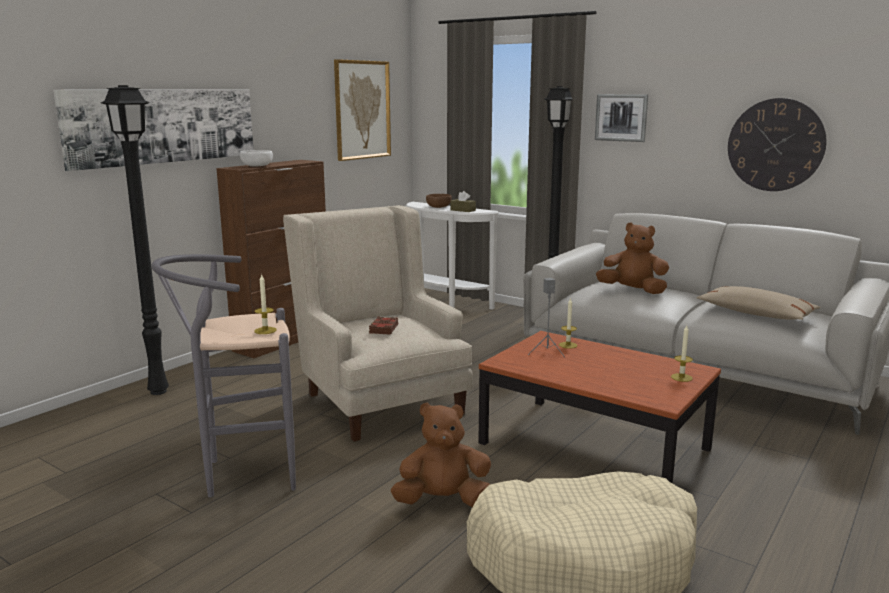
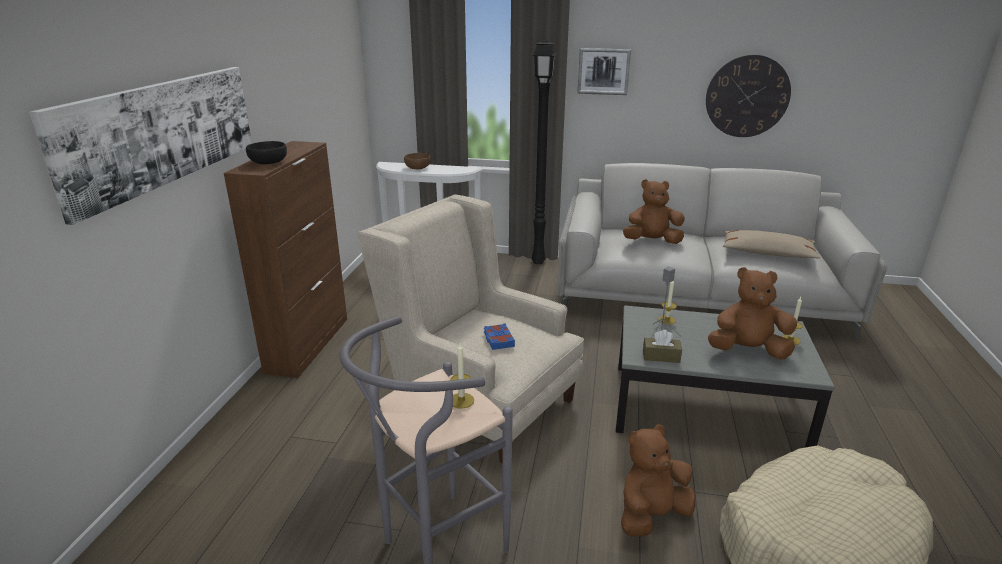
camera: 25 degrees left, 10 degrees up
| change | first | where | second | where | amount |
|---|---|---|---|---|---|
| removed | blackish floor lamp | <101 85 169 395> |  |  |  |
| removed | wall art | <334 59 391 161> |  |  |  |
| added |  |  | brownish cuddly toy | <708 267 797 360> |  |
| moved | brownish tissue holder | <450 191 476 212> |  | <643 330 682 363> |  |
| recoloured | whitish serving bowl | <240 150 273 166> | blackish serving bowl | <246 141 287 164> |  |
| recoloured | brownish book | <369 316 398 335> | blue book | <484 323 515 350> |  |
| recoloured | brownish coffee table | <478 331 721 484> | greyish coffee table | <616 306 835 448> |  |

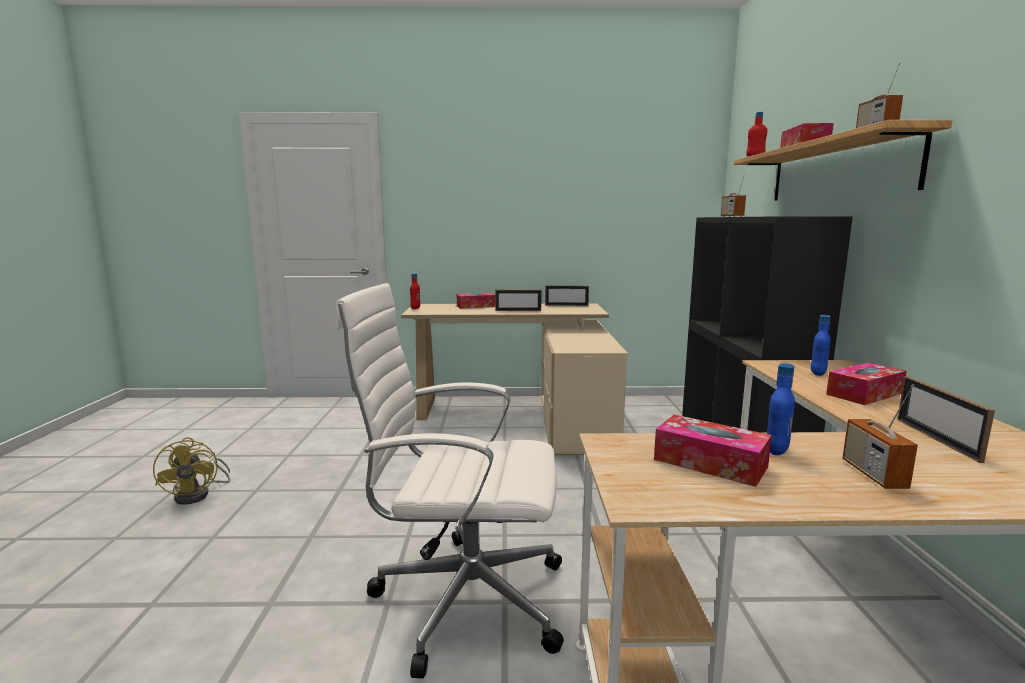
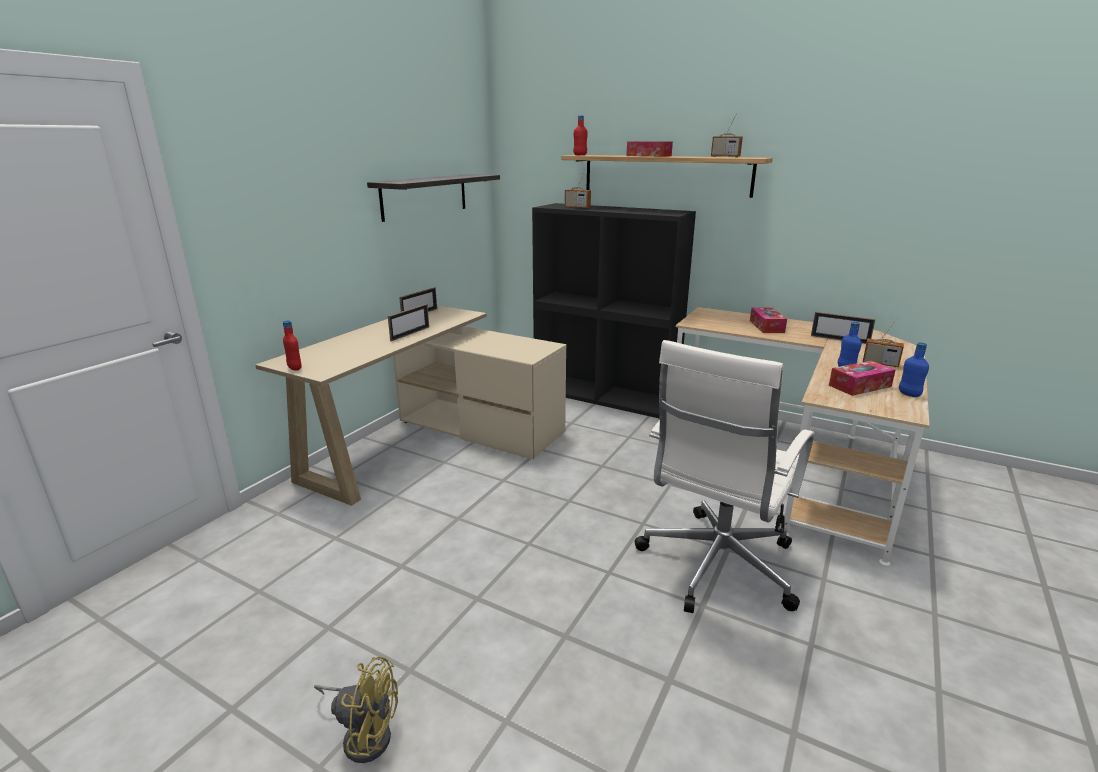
camera: 60 degrees left, 10 degrees up
| change | first | where | second | where | amount |
|---|---|---|---|---|---|
| removed | tissue holder | <457 293 495 309> |  |  |  |
| added |  |  | bracket shelf | <367 174 500 222> |  |
| moved | blue beverage bottle | <810 315 831 376> |  | <899 342 929 397> |  |

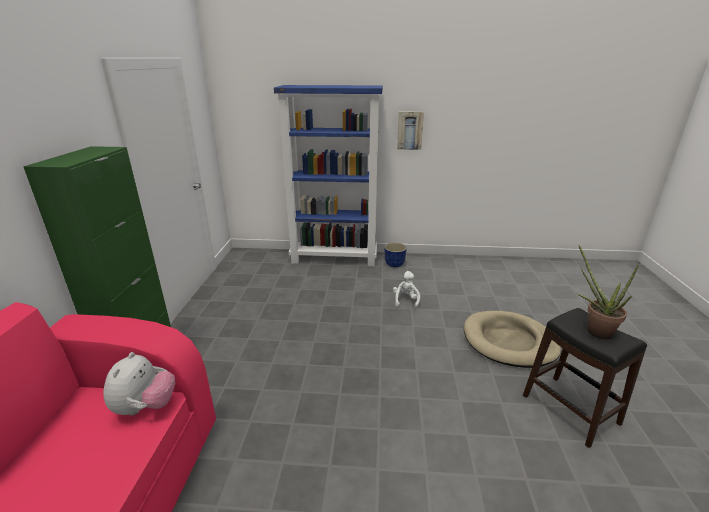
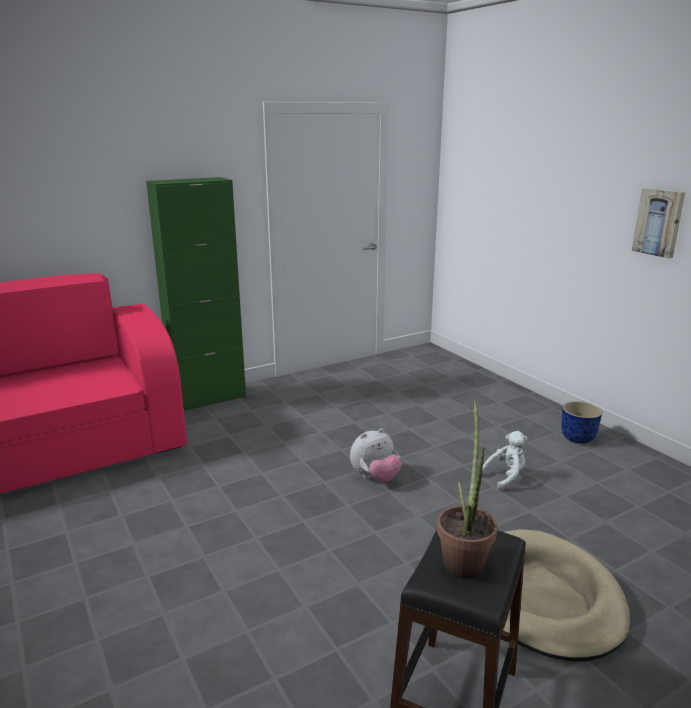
camera: 55 degrees right, 5 degrees down
| change | first | where | second | where | amount |
|---|---|---|---|---|---|
| removed | blue bookcase | <274 85 383 266> |  |  |  |
| moved | cuddly toy | <103 352 175 416> |  | <350 428 401 482> |  |

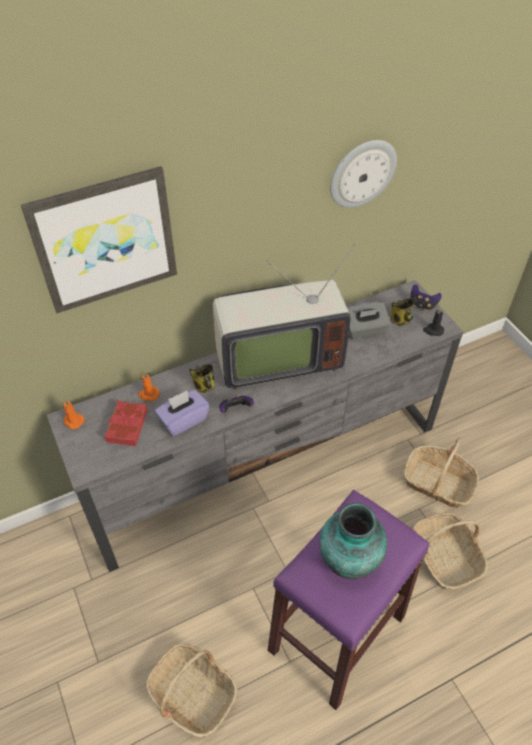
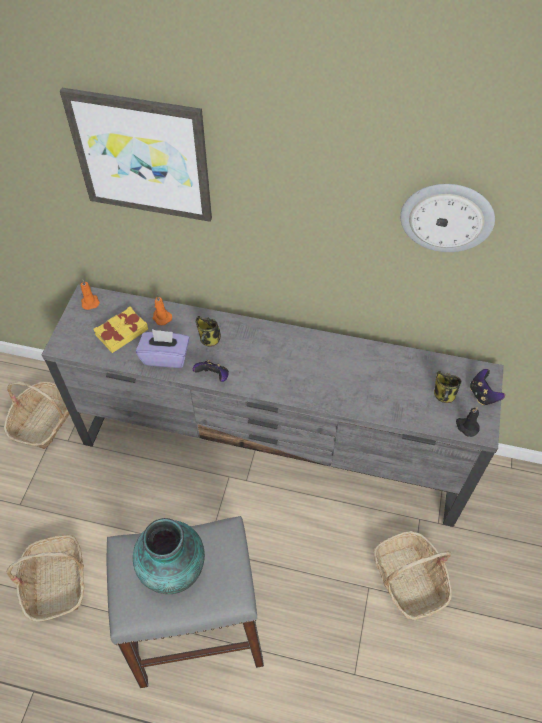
camera: 40 degrees right, 5 degrees up
| change | first | where | second | where | amount |
|---|---|---|---|---|---|
| removed | TV set | <213 244 355 390> |  |  |  |
| removed | greyish tissue holder | <348 302 391 340> |  |  |  |
| moved | basket | <413 512 488 589> |  | <4 381 69 449> |  |
| recoloured | red-coloured book | <104 401 148 446> | yellowish book | <94 307 148 353> |  |
| recoloured | purple-coloured stool seat | <268 490 429 710> | greyish stool seat | <107 516 264 688> |  |

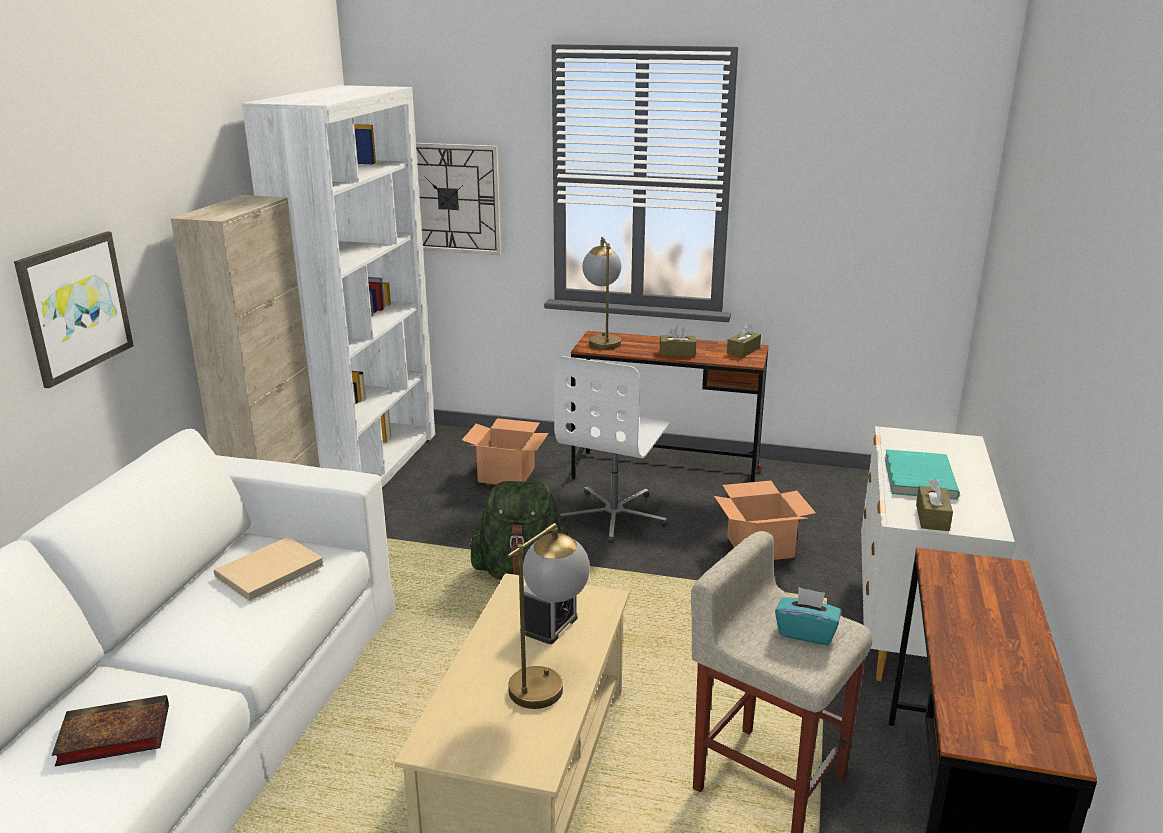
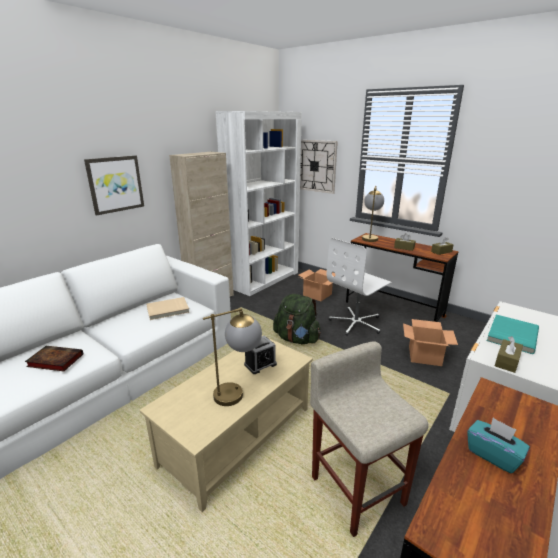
camera: 25 degrees right, 0 degrees up
| change | first | where | second | where | amount |
|---|---|---|---|---|---|
| moved | blue-green tissue holder | <775 587 841 645> |  | <467 418 530 473> |  |

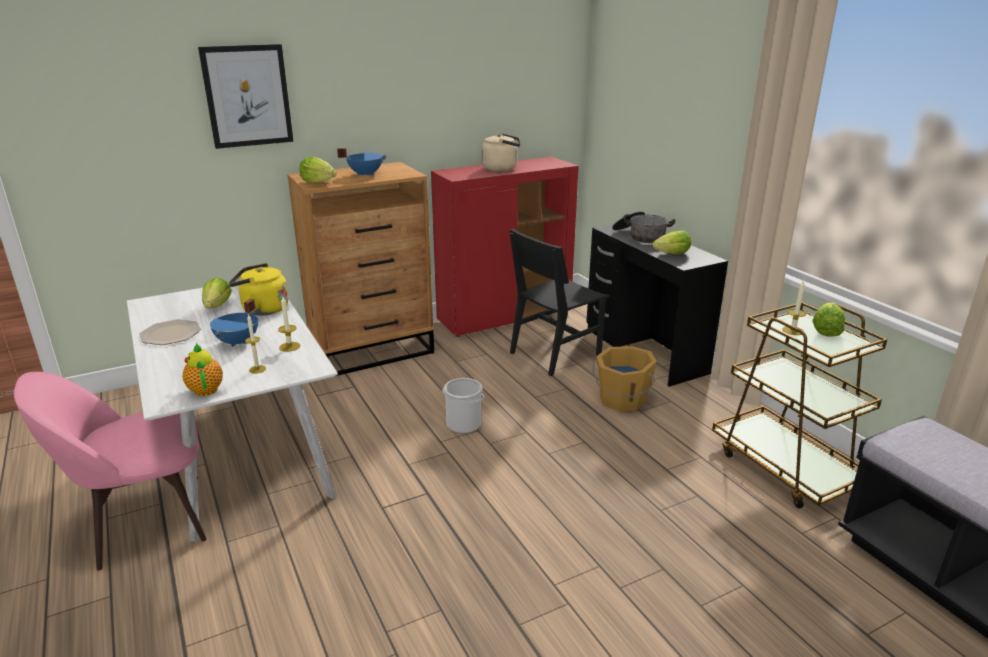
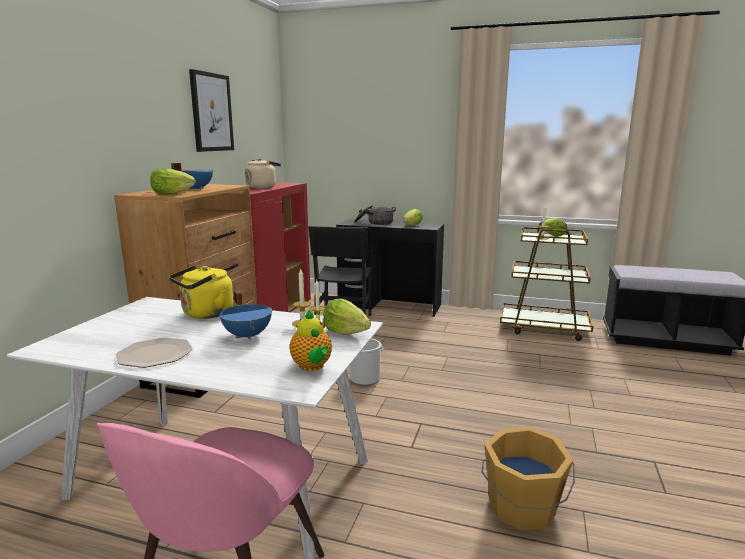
camera: 45 degrees left, 10 degrees down
| change | first | where | second | where | amount |
|---|---|---|---|---|---|
| moved | wall art | <198 44 294 149> |  | <189 69 234 152> |  |
| moved | lettuce head | <202 278 232 309> |  | <323 299 371 334> |  |
| moved | orangey pail | <593 346 657 411> |  | <481 427 575 530> |  |
| turned | pot for tea | <183 342 223 396> |  | <289 310 332 371> | 135 degrees counterclockwise |

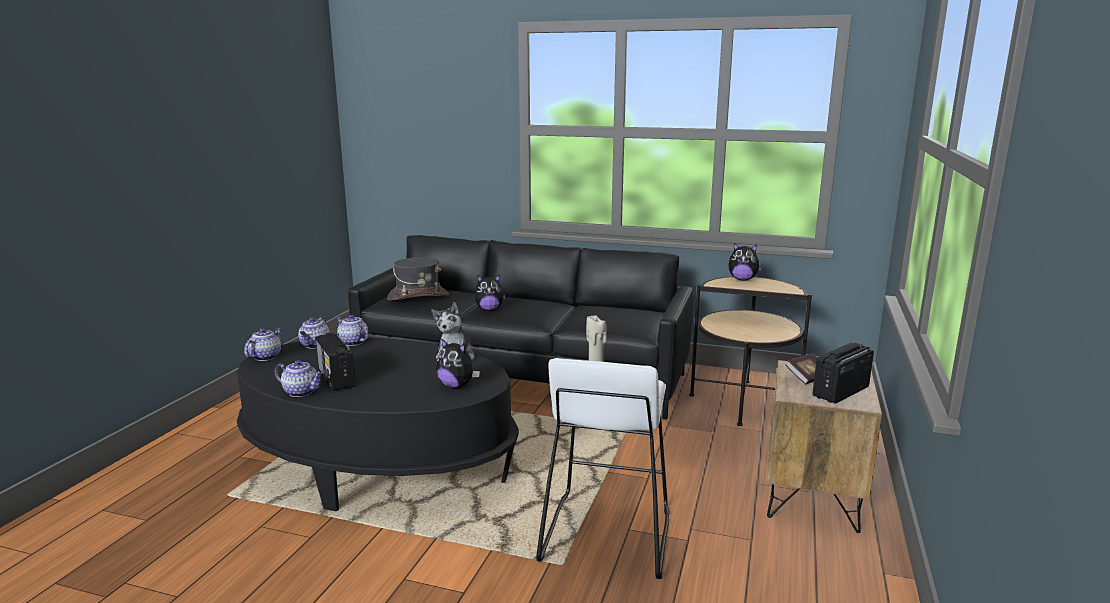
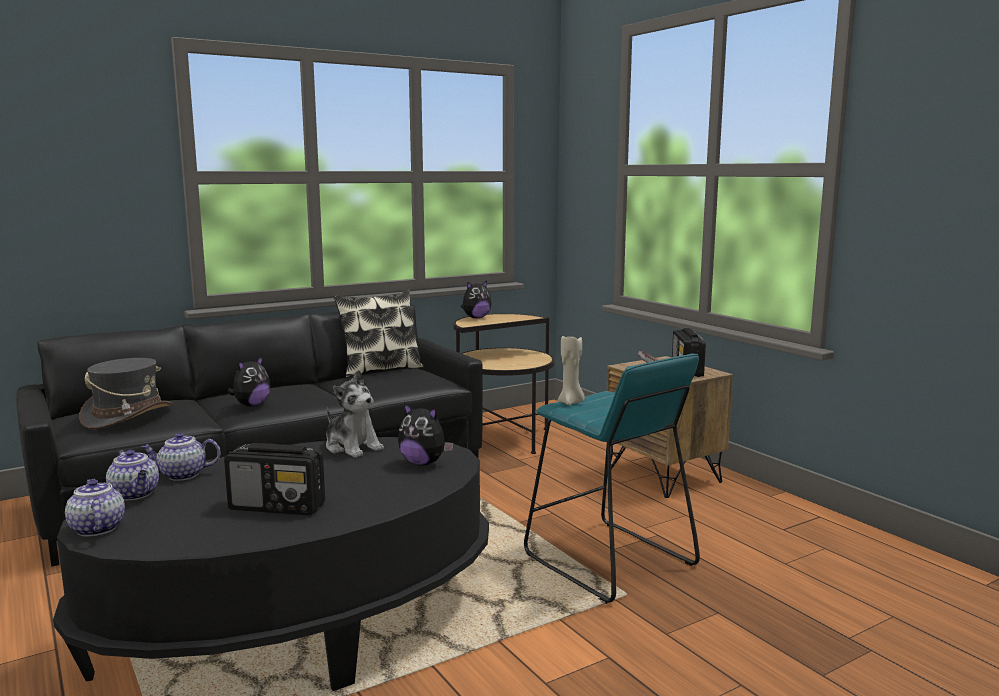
camera: 50 degrees left, 5 degrees down
| change | first | where | second | where | amount |
|---|---|---|---|---|---|
| removed | pot for tea | <274 360 324 397> |  |  |  |
| added |  |  | cushion | <333 289 423 378> |  |
| recoloured | whitish stool seat | <537 358 669 579> | blue-green stool seat | <524 353 700 604> |  |
| turned | cuddly toy | <436 338 480 388> |  | <398 403 453 466> | 45 degrees clockwise |

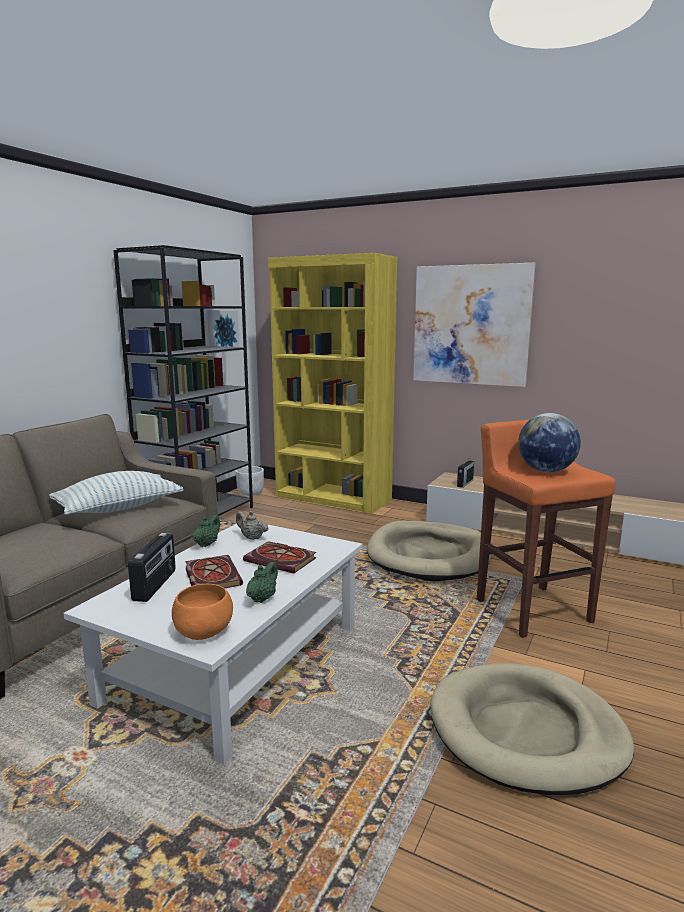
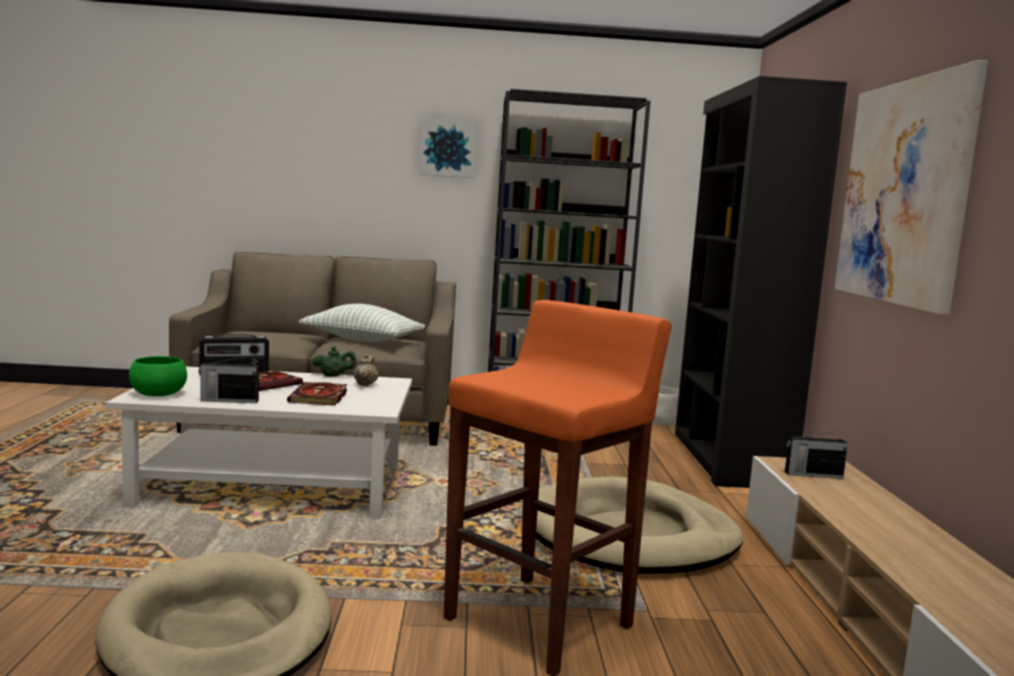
camera: 60 degrees right, 5 degrees down
| change | first | where | second | where | amount |
|---|---|---|---|---|---|
| removed | world globe | <518 413 581 472> |  |  |  |
| moved | wall art | <207 310 239 354> |  | <419 118 477 178> |  |
| replaced | green pot for tea | <246 562 278 603> | radio receiver | <199 356 259 403> |  |
| recoloured | orangey serving bowl | <172 584 233 640> | green serving bowl | <129 356 187 396> |  |
| recoloured | yellowish bookcase | <268 253 397 514> | blackish bookcase | <675 76 847 488> |  |

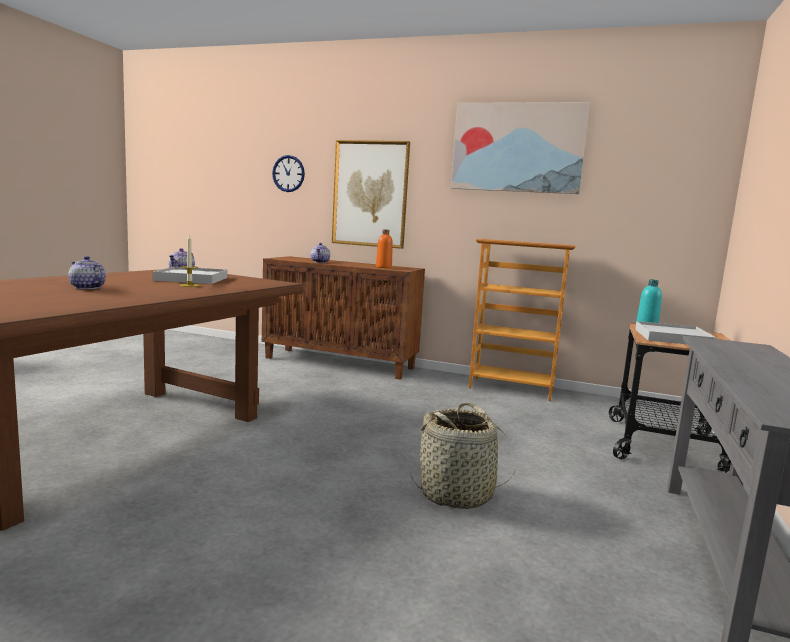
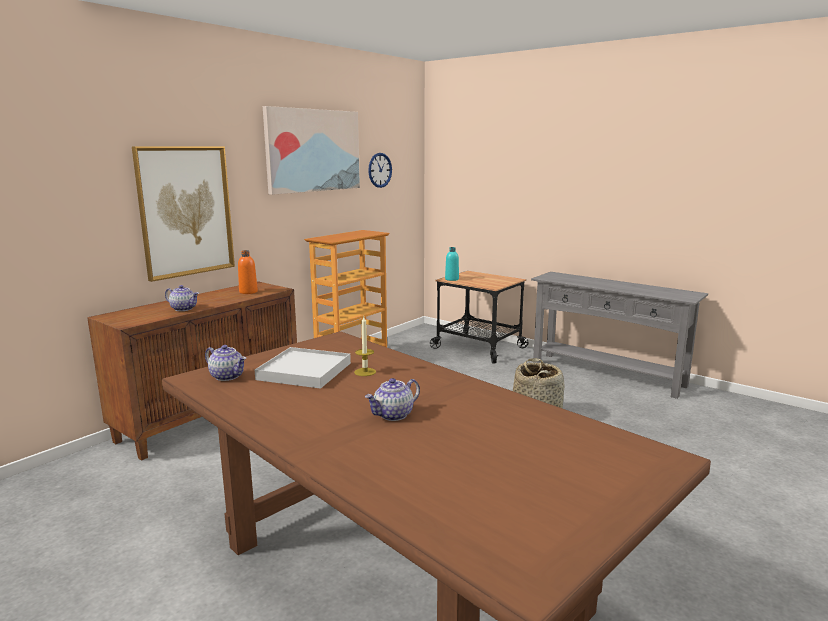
camera: 70 degrees left, 5 degrees up
| change | first | where | second | where | amount |
|---|---|---|---|---|---|
| removed | whitish tray | <635 321 717 344> |  |  |  |
| moved | wall clock | <272 155 305 192> |  | <368 153 392 188> |  |

